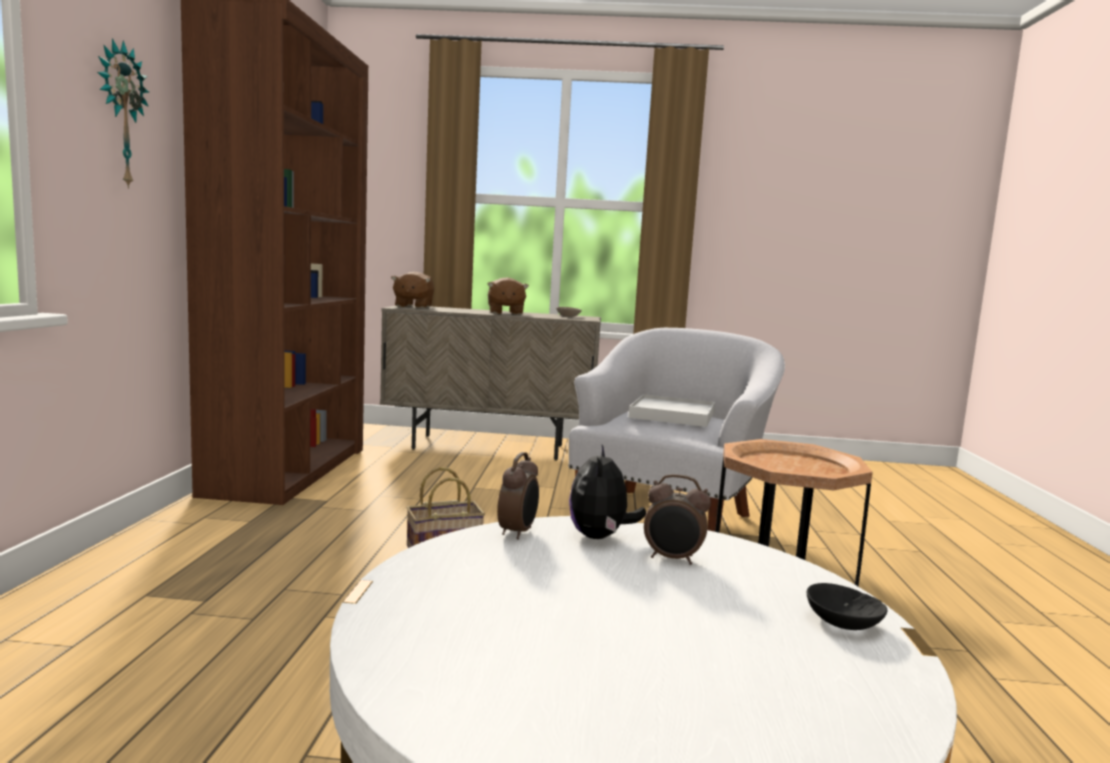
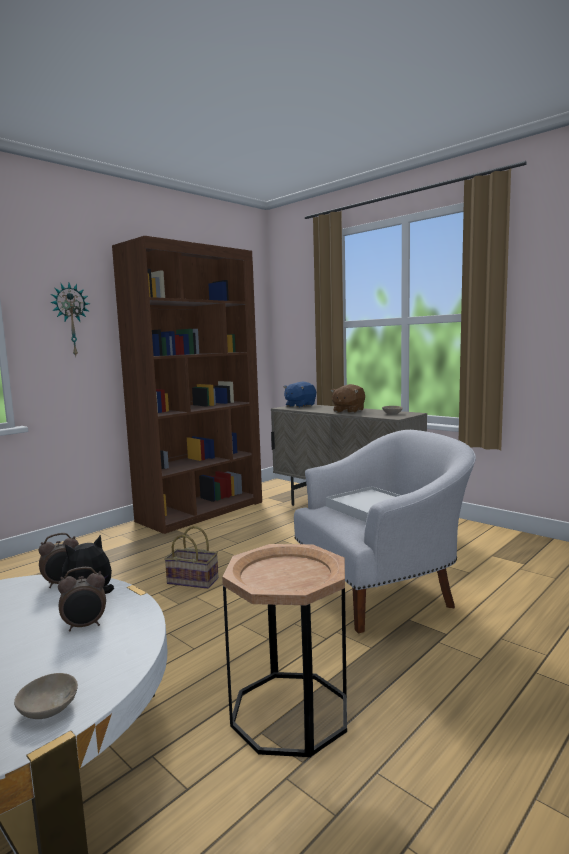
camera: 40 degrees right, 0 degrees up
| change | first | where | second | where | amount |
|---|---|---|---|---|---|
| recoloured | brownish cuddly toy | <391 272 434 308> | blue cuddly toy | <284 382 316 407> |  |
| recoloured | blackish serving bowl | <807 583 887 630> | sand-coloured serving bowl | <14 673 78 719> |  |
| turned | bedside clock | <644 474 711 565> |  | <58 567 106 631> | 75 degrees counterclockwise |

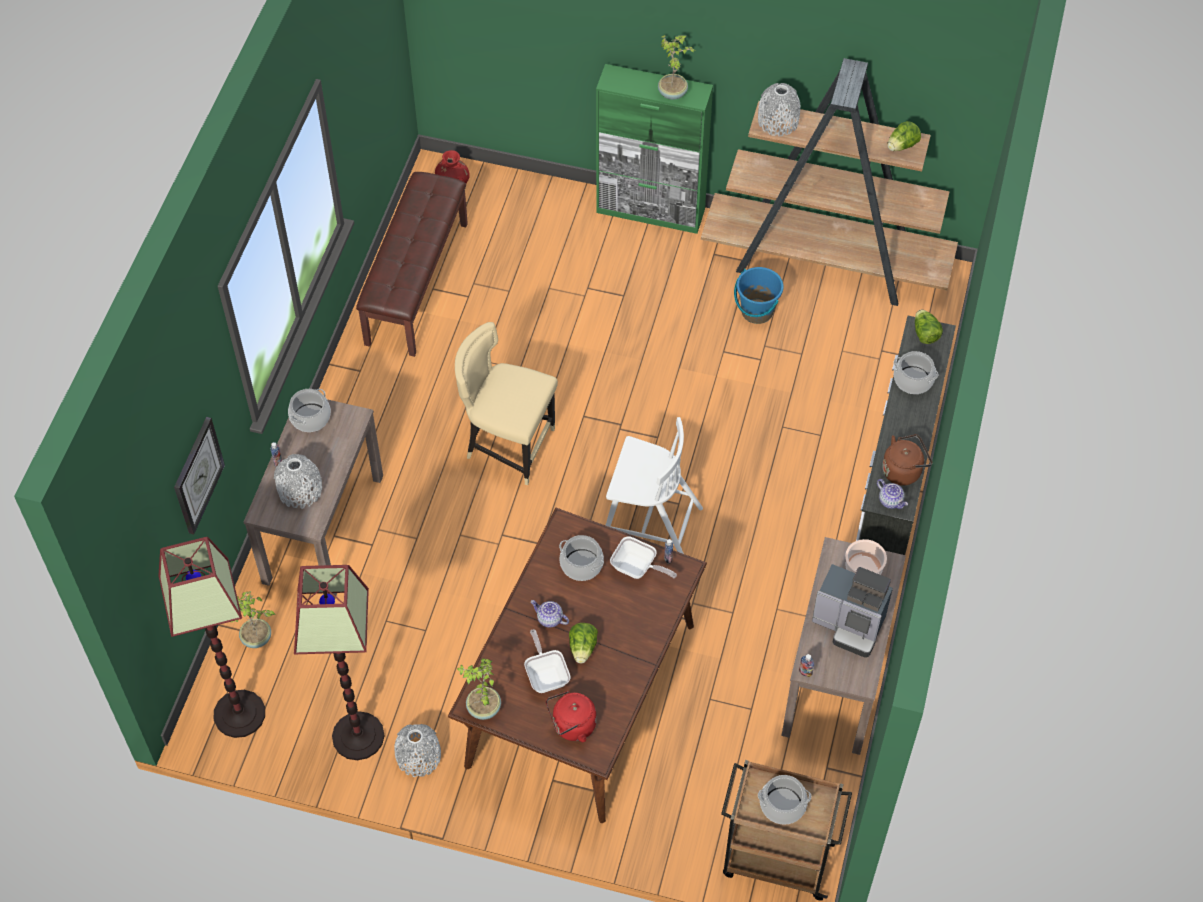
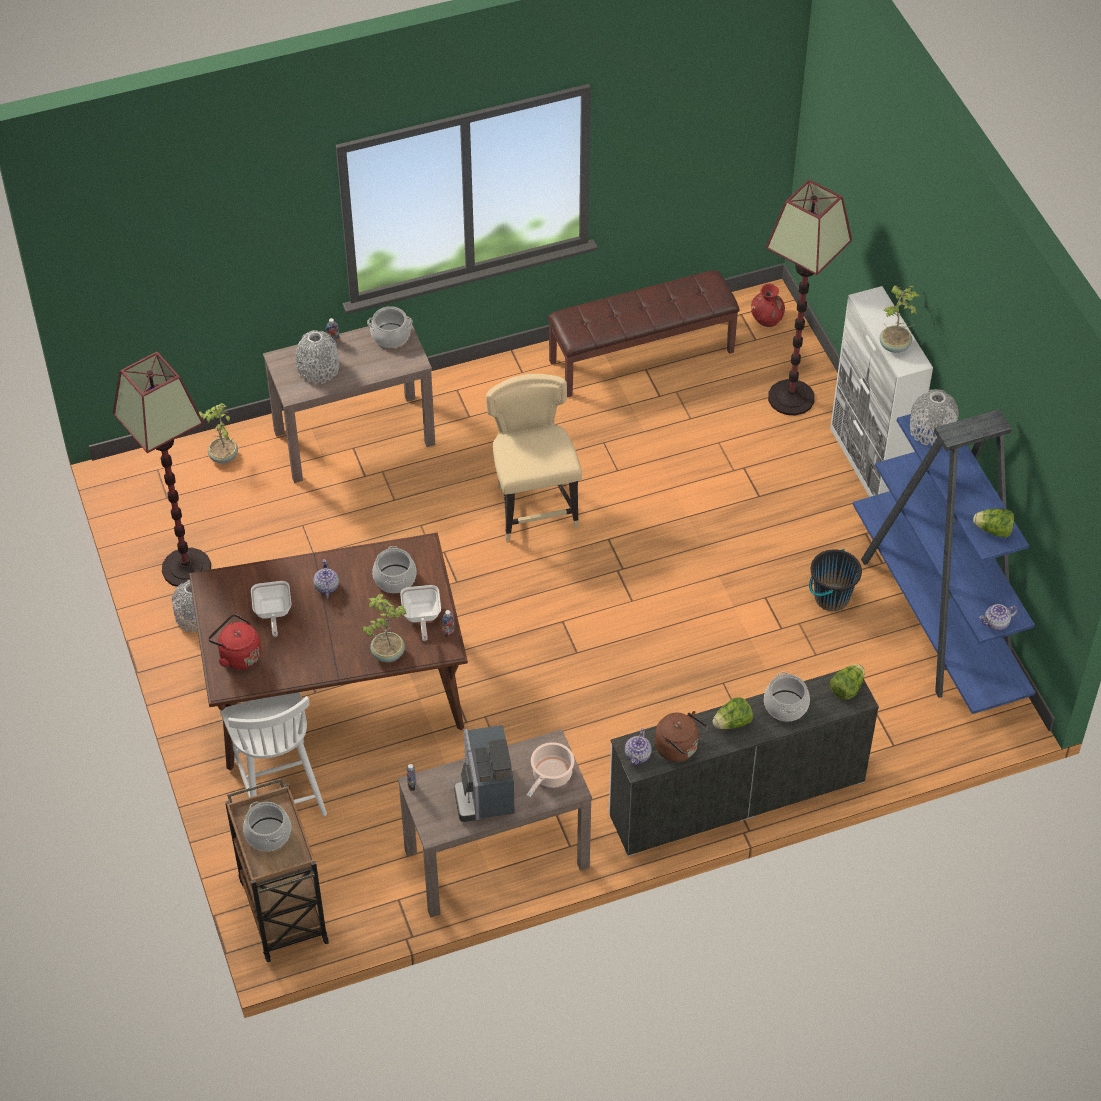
camera: 55 degrees right, 5 degrees down
| change | first | where | second | where | amount |
|---|---|---|---|---|---|
| removed | wall clock | <174 417 225 534> |  |  |  |
| added |  |  | pot for tea | <979 604 1018 630> |  |
| moved | floor lamp | <158 537 265 738> |  | <766 180 852 416> |  |
| moved | plant in a pot | <457 658 501 720> |  | <362 594 406 662> |  |
| moved | lettuce head | <569 623 598 663> |  | <712 697 753 729> |  |
| moved | whitish upright chair | <605 417 703 554> |  | <220 692 327 816> |  |
| recoloured | green cupboard | <596 64 713 234> | whitish cupboard | <830 286 933 497> |  |
| recoloured | brownish bookcase | <701 58 958 306> | blue bookcase | <853 410 1035 714> |  |
| recoloured | blue pail | <734 267 784 324> | blackish pail | <809 549 862 611> |  |
| turned | pan | <524 629 571 693> |  | <251 581 291 637> | 135 degrees clockwise |

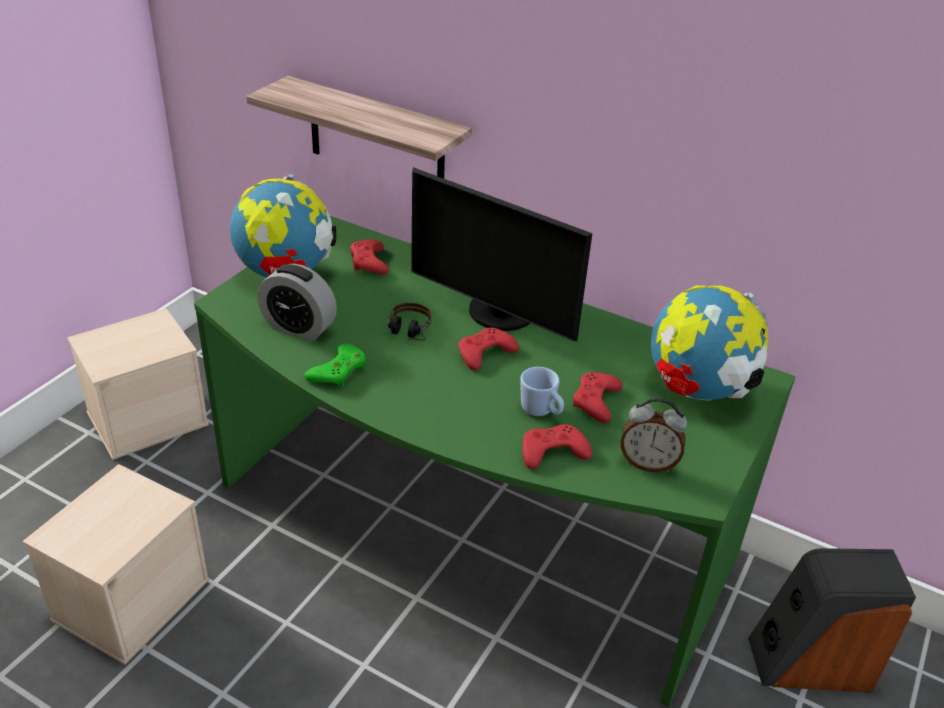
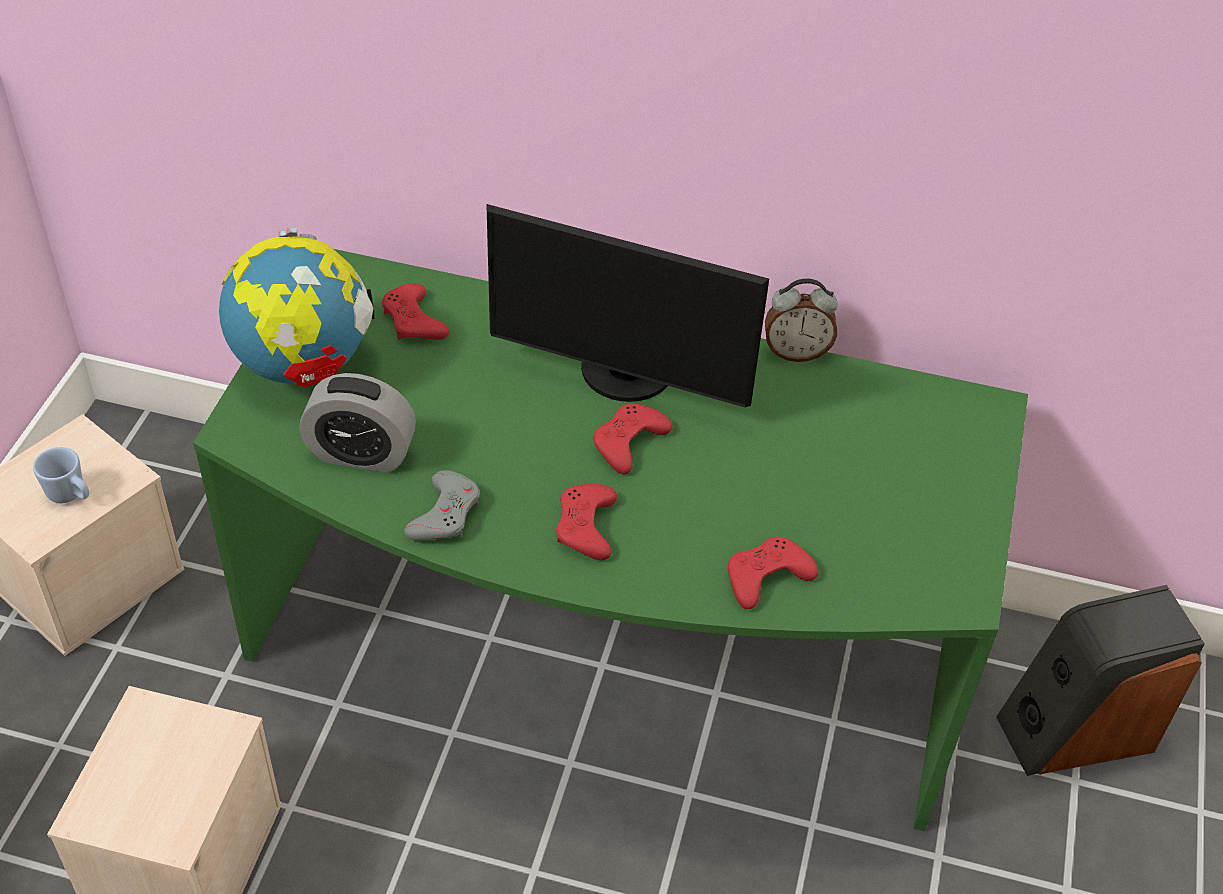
camera: 15 degrees left, 10 degrees up
| change | first | where | second | where | amount |
|---|---|---|---|---|---|
| removed | bracket shelf | <246 76 472 178> |  |  |  |
| removed | pair of headphones | <387 303 431 341> |  |  |  |
| removed | world globe | <651 285 768 401> |  |  |  |
| moved | blue mug | <520 367 564 416> |  | <33 447 89 503> |  |
| moved | red-coloured game controller | <573 372 623 423> |  | <556 484 617 560> |  |
| moved | bedside clock | <621 397 687 472> |  | <765 278 838 362> |  |
| recoloured | green game controller | <304 343 366 386> | greyish game controller | <404 470 480 541> |  |

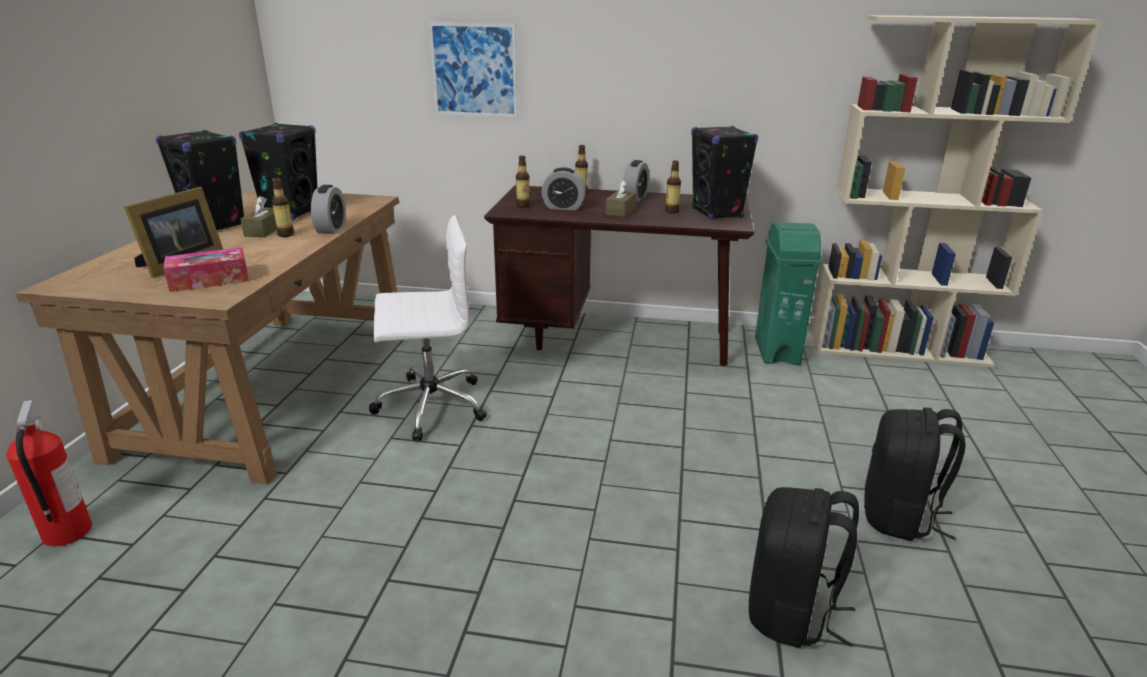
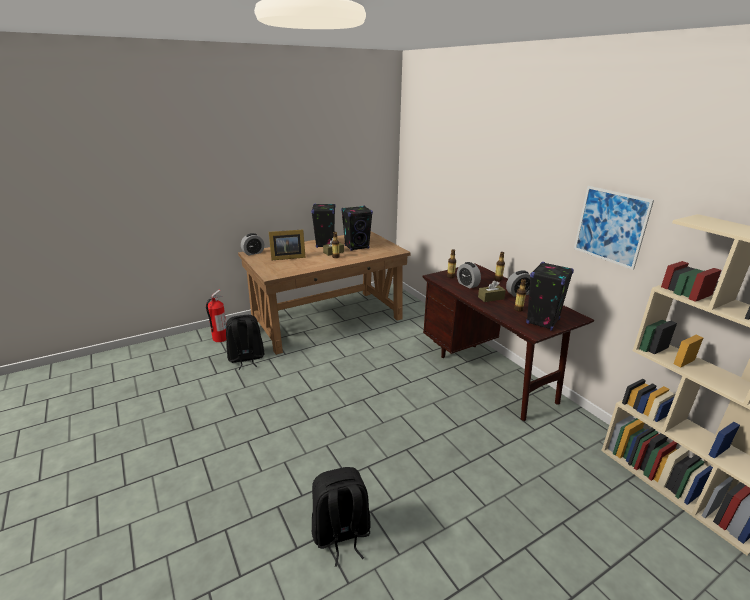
camera: 50 degrees right, 0 degrees up
| change | first | where | second | where | amount |
|---|---|---|---|---|---|
| removed | tissue holder | <164 247 249 292> |  |  |  |
| removed | whitish desk chair | <369 215 487 441> |  |  |  |
| removed | green waste bin | <755 222 822 365> |  |  |  |
| moved | bedside clock | <311 185 346 234> |  | <241 233 264 256> |  |
| moved | wall art | <429 22 518 117> |  | <574 186 654 270> |  |
| moved | blackish rucksack | <864 407 966 541> |  | <226 315 264 370> |  |

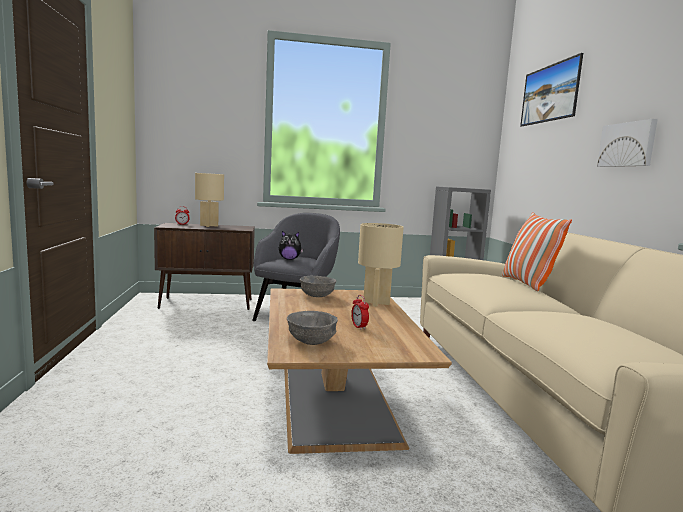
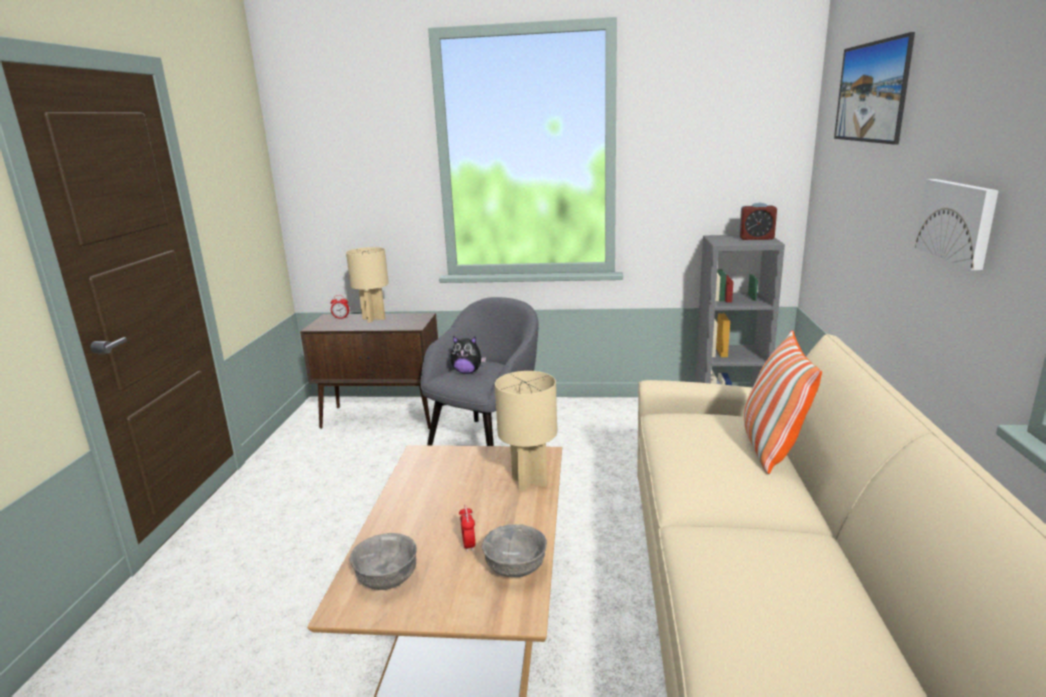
camera: 15 degrees right, 10 degrees up
| change | first | where | second | where | amount |
|---|---|---|---|---|---|
| added |  |  | bedside clock | <739 203 777 240> |  |
| moved | greyish serving bowl | <300 276 336 297> |  | <482 524 547 577> |  |

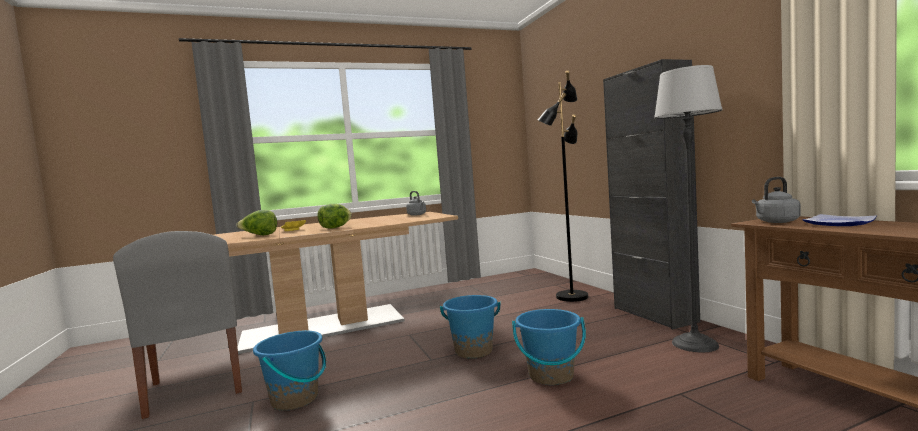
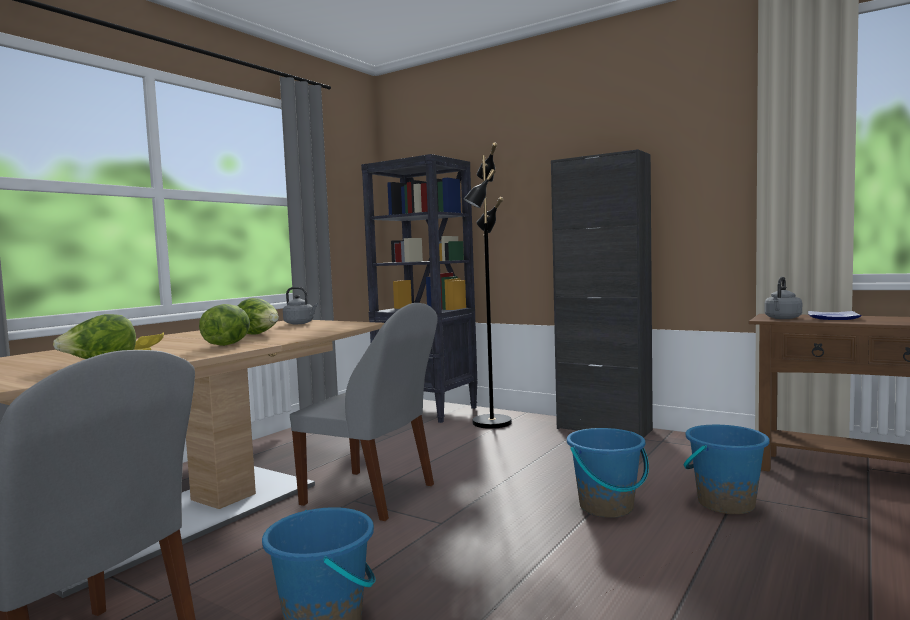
camera: 35 degrees left, 0 degrees up
| change | first | where | second | where | amount |
|---|---|---|---|---|---|
| removed | floor lamp | <654 65 722 352> |  |  |  |
| added |  |  | lettuce head | <238 298 279 334> |  |
| added |  |  | greyish upright chair | <290 303 438 521> |  |
| added |  |  | blackish bookcase | <361 154 478 423> |  |
| moved | blue pail | <440 295 500 358> |  | <684 425 770 514> |  |

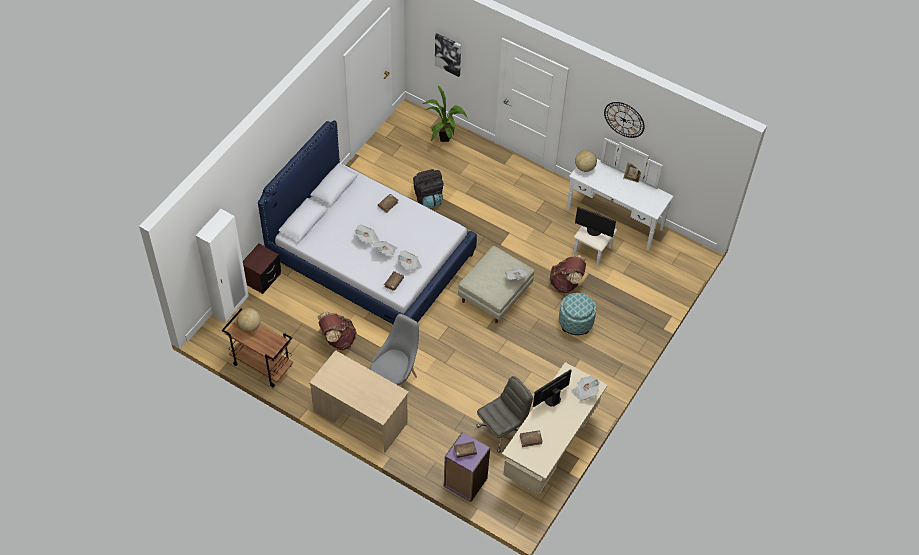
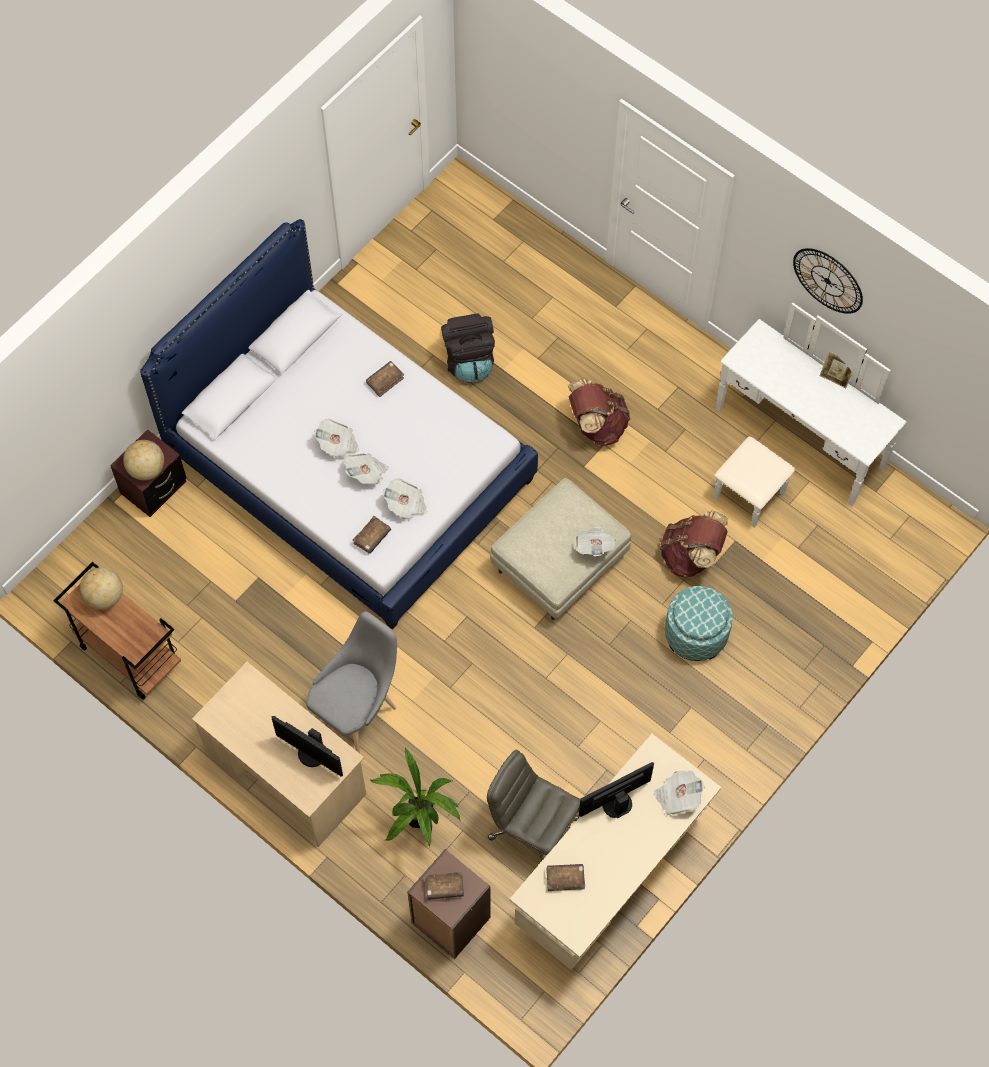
camera: 10 degrees right, 10 degrees up
| change | first | where | second | where | amount |
|---|---|---|---|---|---|
| removed | whitish clothes cupboard | <195 209 249 323> |  |  |  |
| removed | wall art | <435 33 461 77> |  |  |  |
| moved | brownish rucksack | <318 312 356 350> |  | <568 378 630 445> |  |
| moved | plant in a pot | <422 86 467 142> |  | <371 747 460 847> |  |
| moved | world globe | <575 150 597 172> |  | <123 440 164 480> |  |
| moved | monitor | <575 207 616 237> |  | <272 716 343 776> |  |
| recoloured | purple-coloured bookcase | <444 432 490 502> | brownish bookcase | <407 849 491 959> |  |
| turned | greyish desk chair | <476 376 533 453> |  | <487 750 580 860> | 120 degrees counterclockwise |

